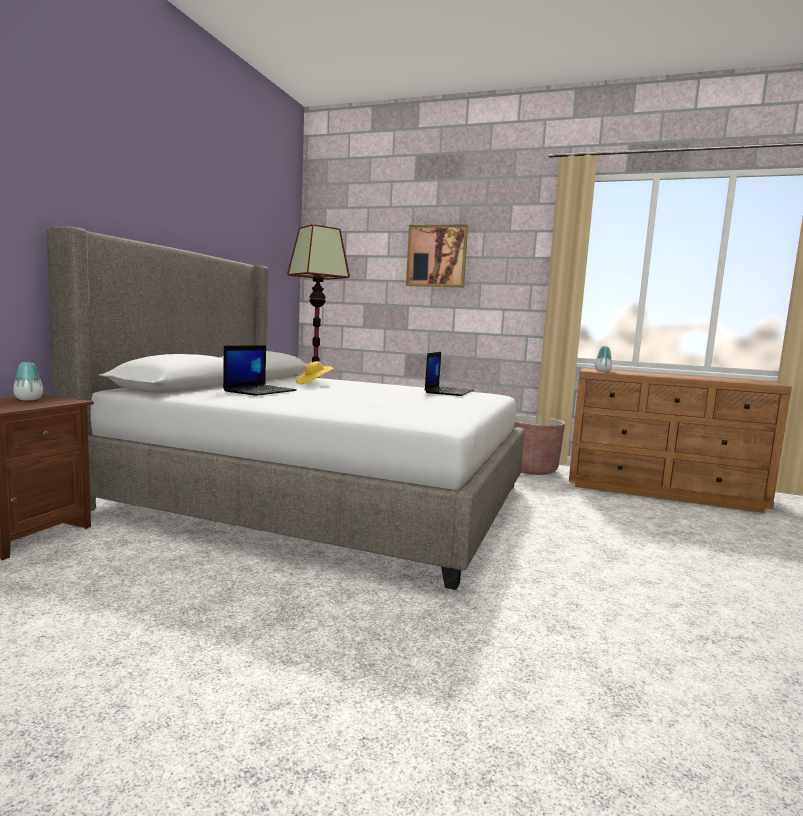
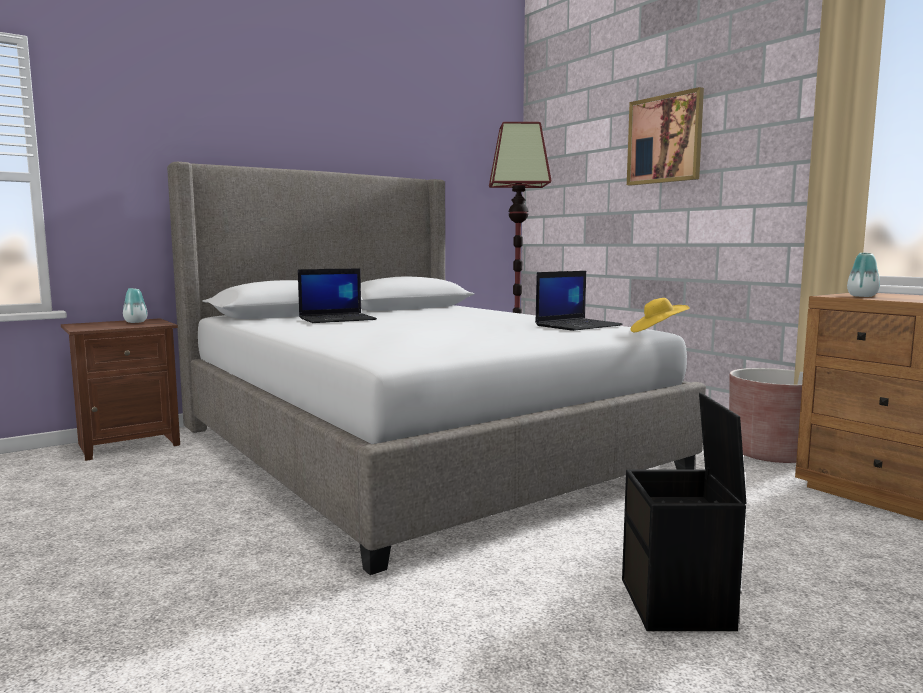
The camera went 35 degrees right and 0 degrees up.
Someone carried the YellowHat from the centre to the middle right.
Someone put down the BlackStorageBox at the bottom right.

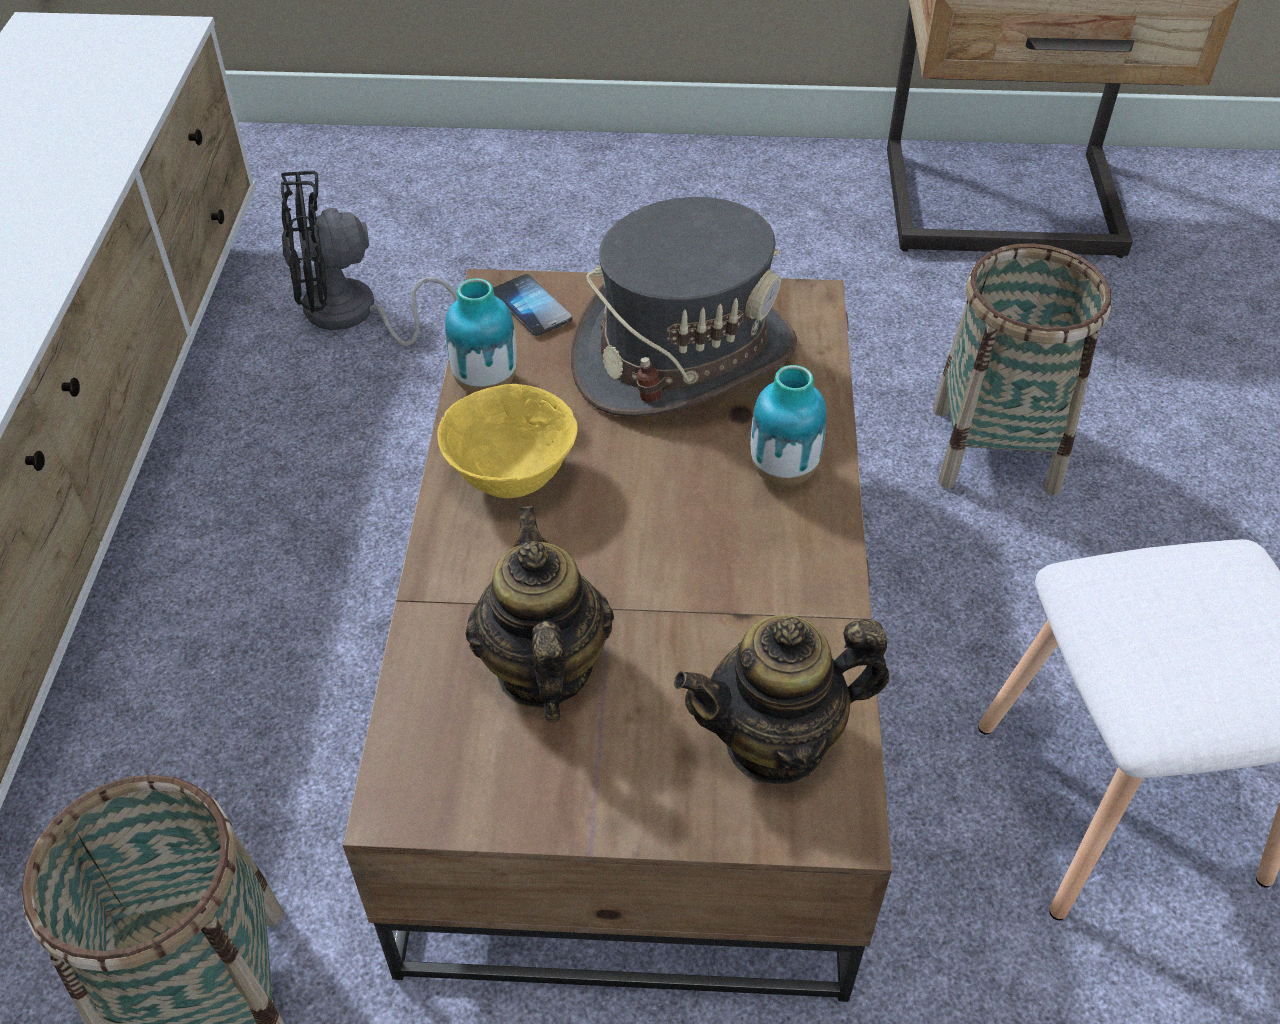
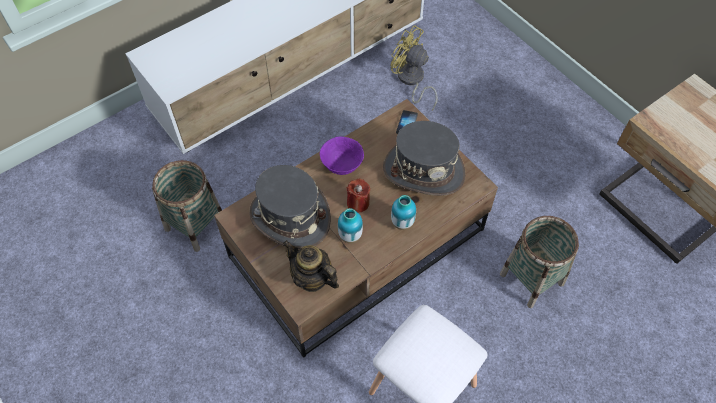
The camera went 50 degrees right and 10 degrees up.
Someone repainted the BlackFan at the top left, which became the YellowFan at the top centre.
Someone repainted the YellowBowl at the centre, which became the PurpleBowl at the centre.
Someone carried the Vase (1st from left) from the top centre to the centre.
Someone swapped the Teapot (1st from left) at the centre for the GreyHat (1st from left) at the centre.
Someone put down the RedCandle at the centre.

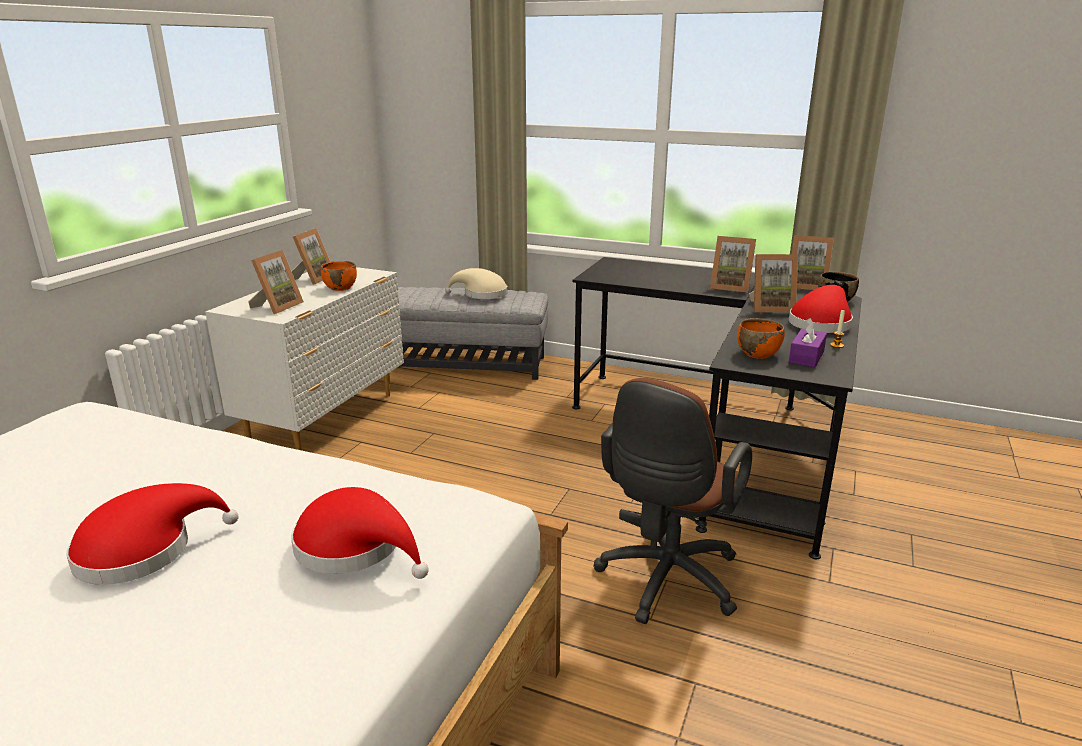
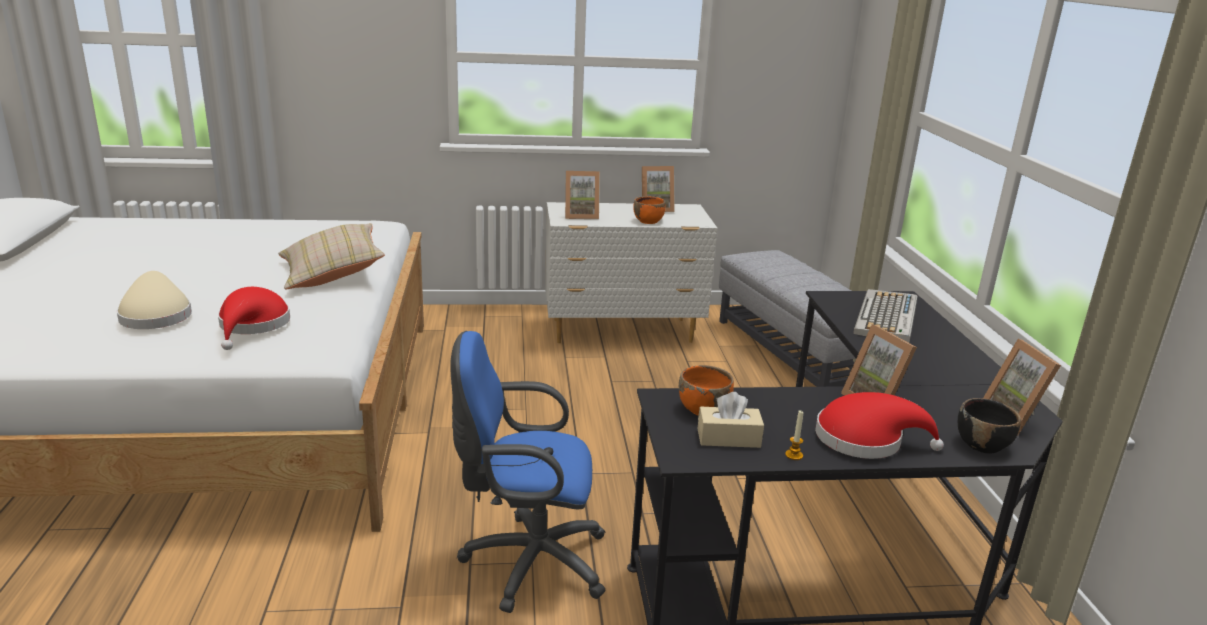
The camera went 60 degrees right and 0 degrees up.
Someone took away the RedHat (1st from left) at the bottom left.
Someone carried the BeigeHat from the centre to the middle left.
Someone repainted the BrownOfficeChair at the bottom centre, which became the BlueOfficeChair at the bottom centre.
Someone took away the PictureFrame (3rd from left) at the middle right.
Someone repainted the PurpleTissueBox at the middle right, which became the BeigeTissueBox at the bottom centre.
Someone put down the BeigePillow at the middle left.
Someone put down the Keyboard at the middle right.

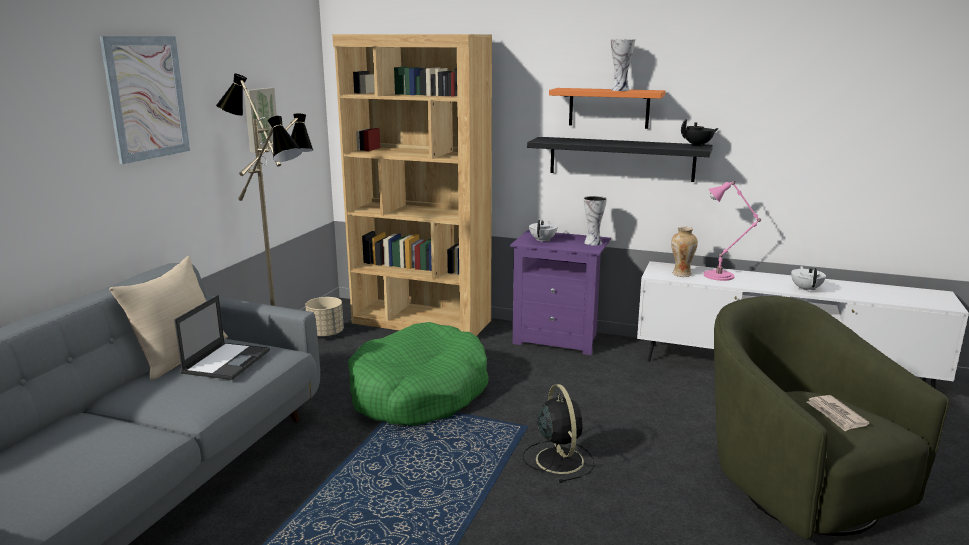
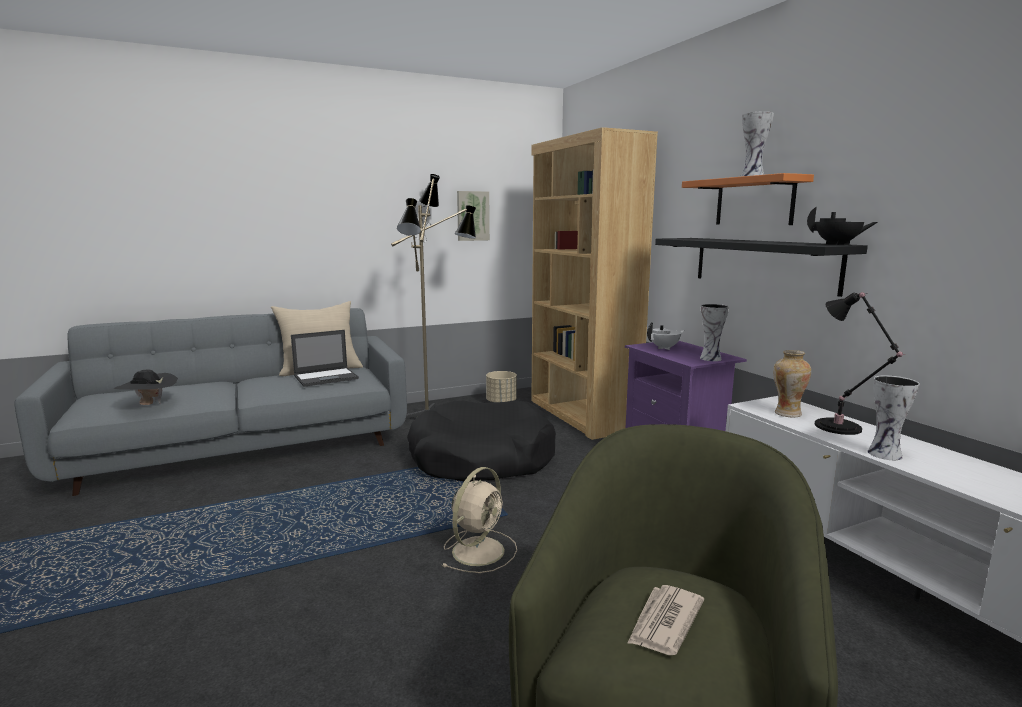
The camera went 45 degrees right and 5 degrees down.
Someone took away the Picture (1st from left) at the top left.
Someone repainted the GreenDogBed at the bottom centre, which became the BlackDogBed at the centre.
Someone repainted the BlackFan at the bottom centre, which became the BeigeFan at the bottom centre.
Someone repainted the PinkTableLamp at the middle right, which became the BlackTableLamp at the middle right.
Someone took away the WhiteTeapot (2nd from left) at the middle right.
Someone put down the BlackHat at the middle left.
Someone put down the Vase (4th from left) at the middle right.

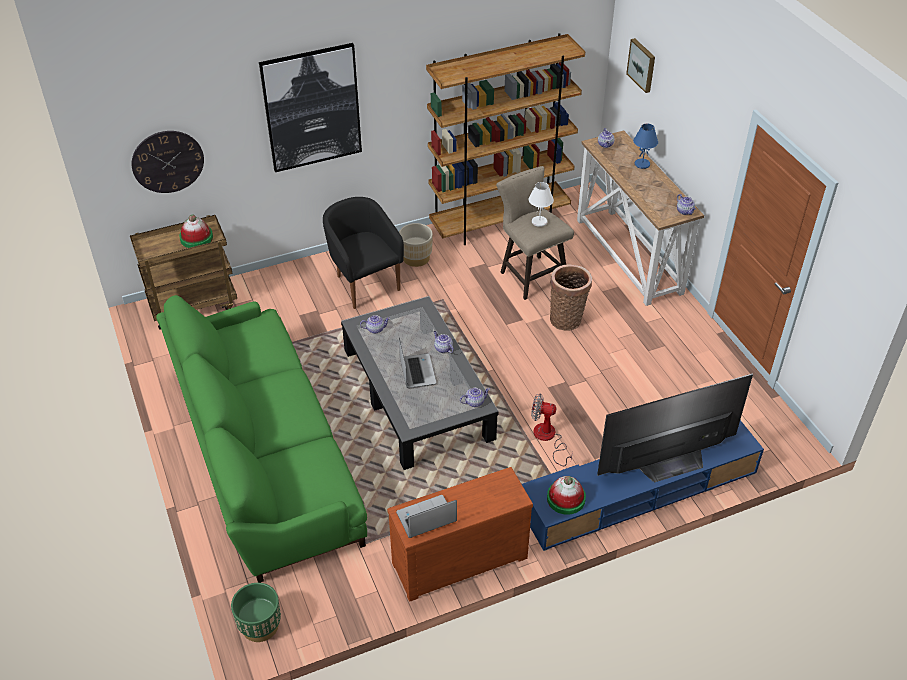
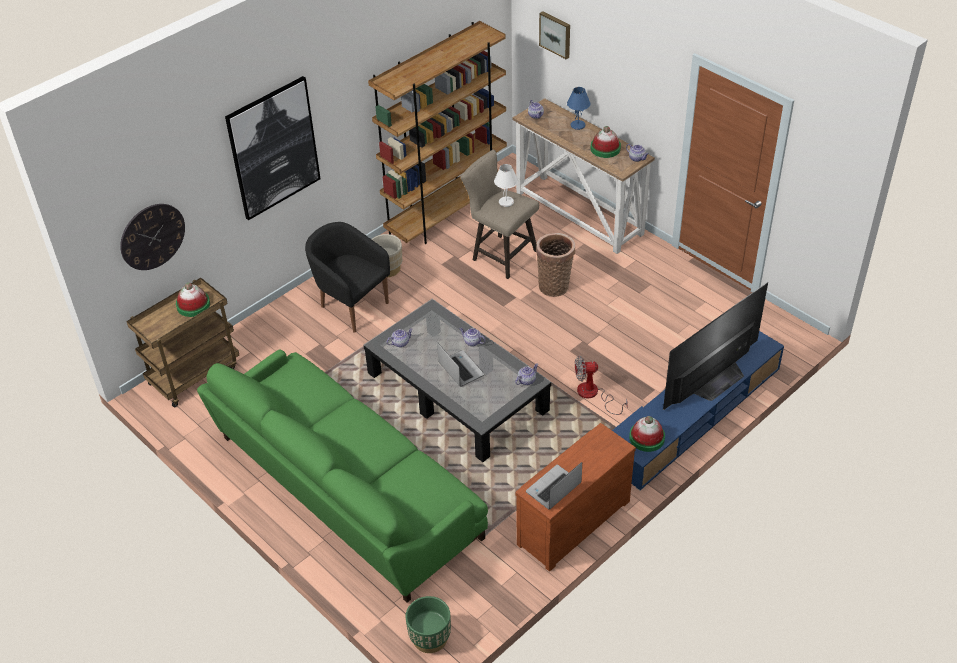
The camera went 20 degrees left and 0 degrees up.
Someone put down the Hat (2nd from left) at the top centre.

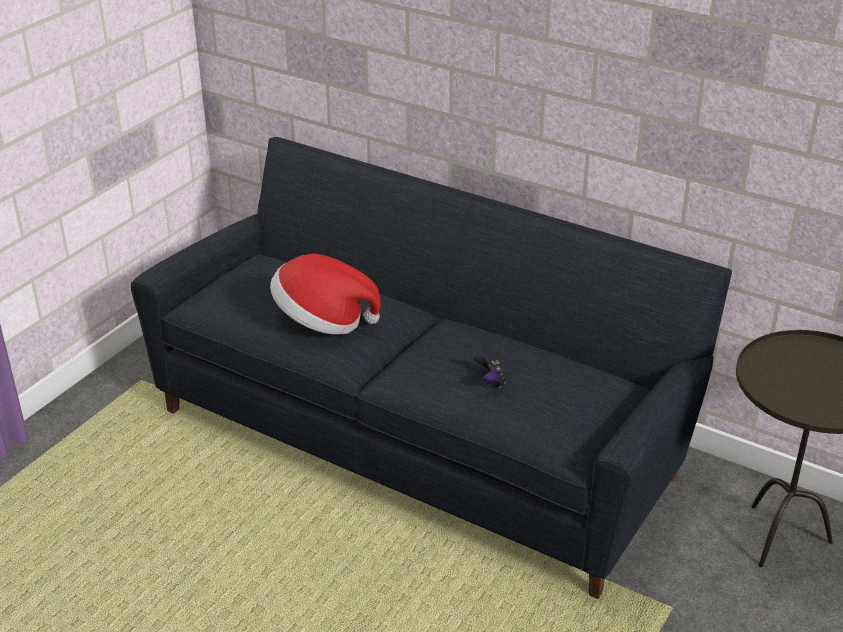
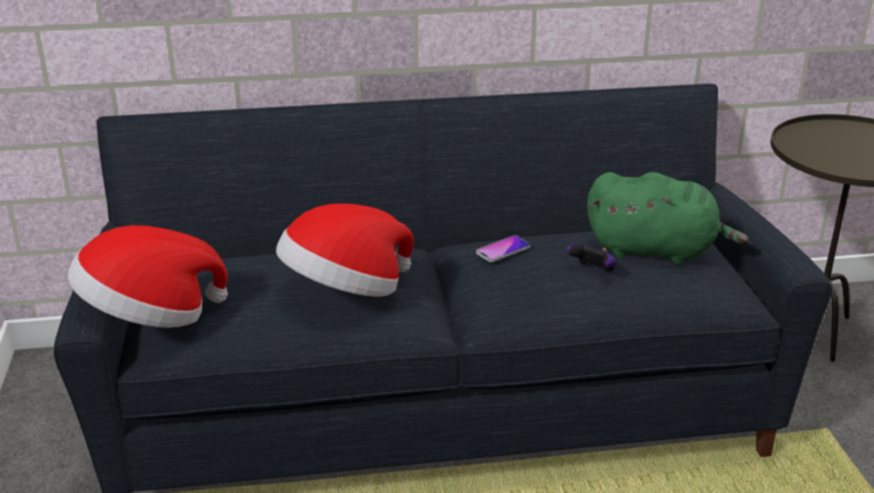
The camera went 40 degrees left and 5 degrees down.
Someone put down the Hat (1st from left) at the middle left.
Someone put down the Phone at the centre.
Someone put down the GreenPlushToy at the middle right.

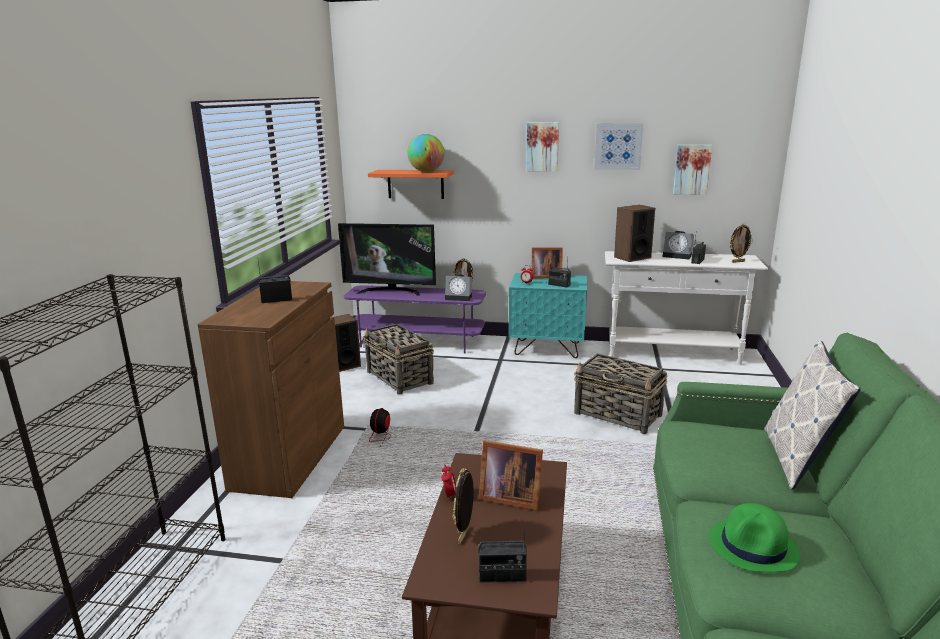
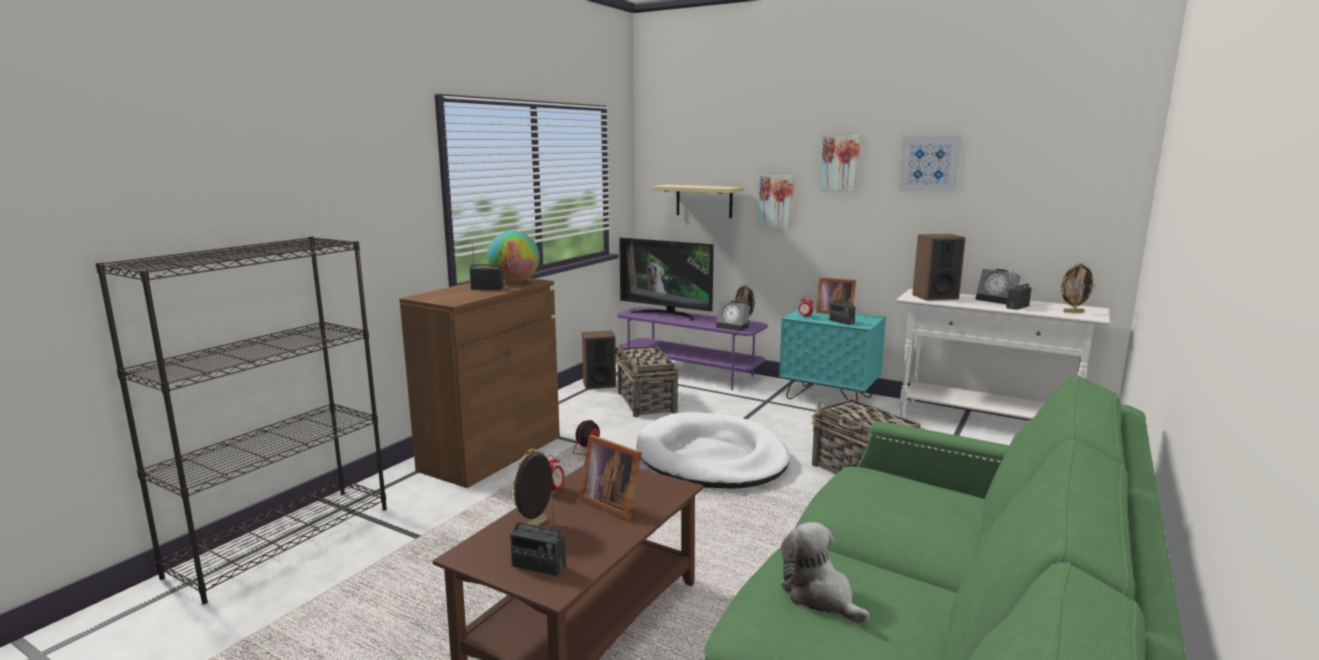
The camera went 20 degrees right and 5 degrees down.
Someone repainted the OrangeShelf at the top centre, which became the BeigeShelf at the top centre.
Someone carried the Globe from the top centre to the centre.
Someone carried the Picture (3rd from left in the first image) from the top right to the top centre.
Someone swapped the GreenHat at the bottom right for the PlushToy at the bottom centre.
Someone took away the Pillow at the middle right.
Someone put down the WhiteDogBed at the bottom centre.

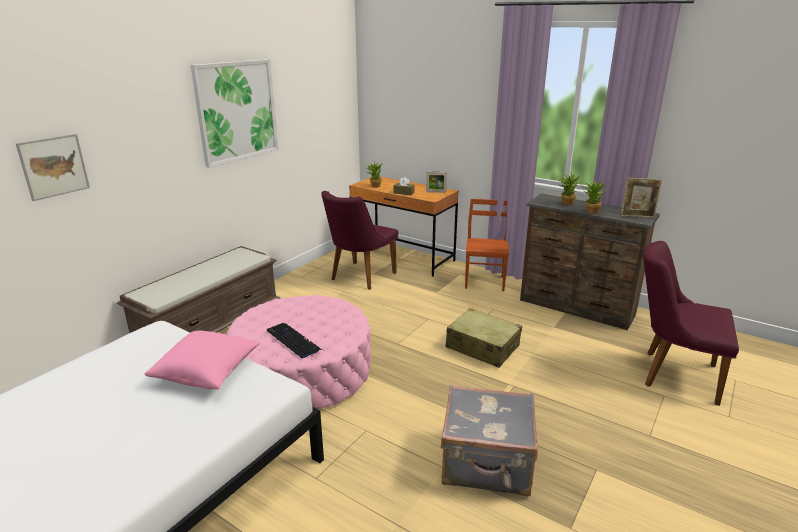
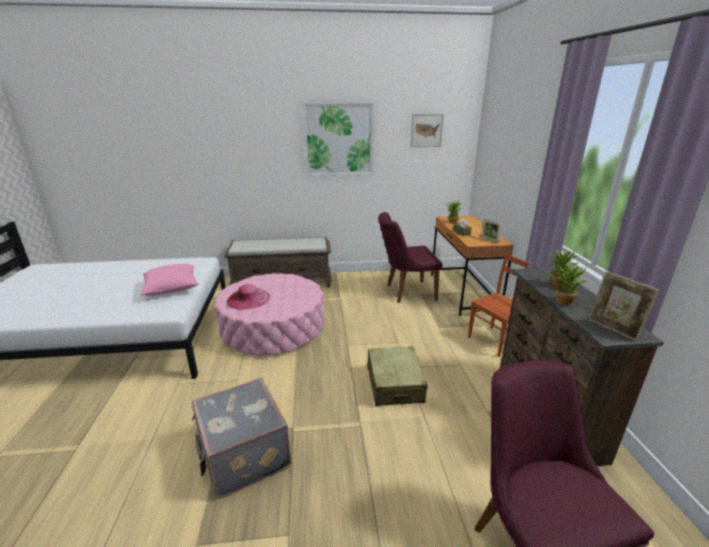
The camera went 50 degrees right and 0 degrees up.
Someone carried the Picture (1st from left in the first image) from the top left to the top centre.
Someone swapped the Keyboard at the centre for the PinkHat at the centre.

